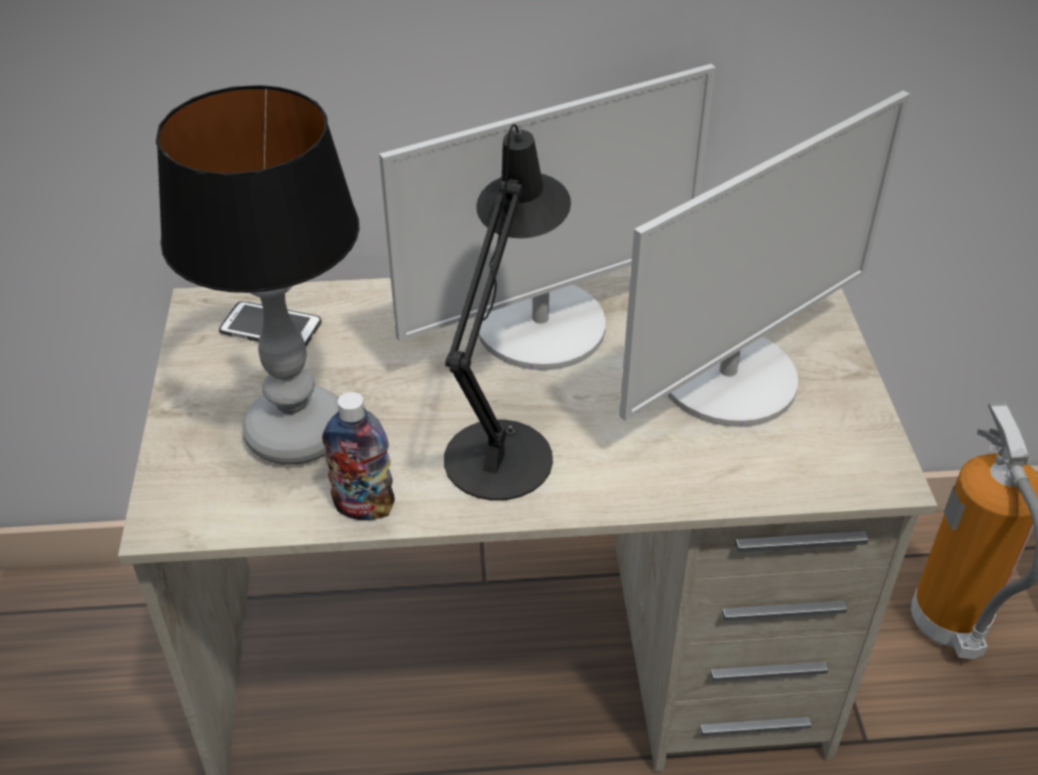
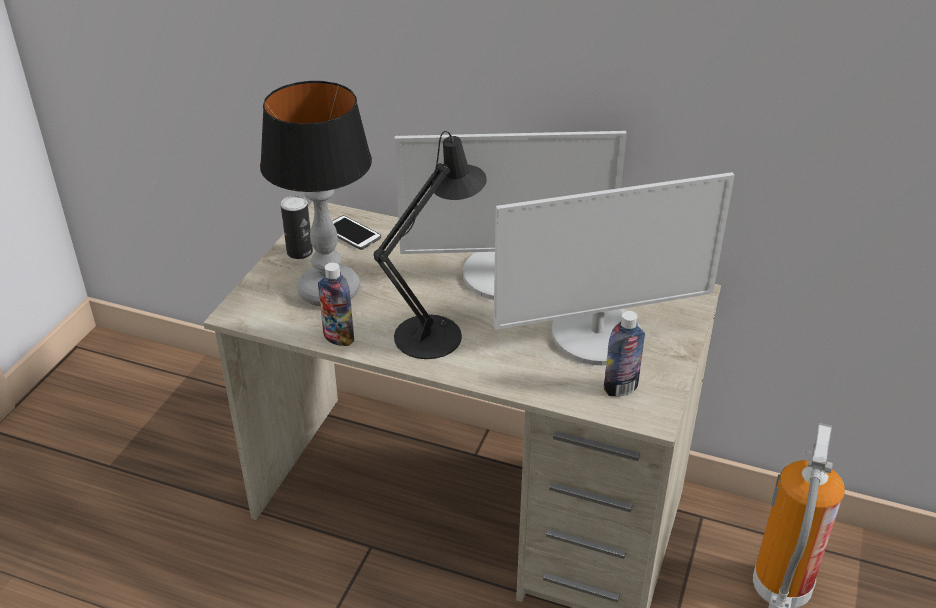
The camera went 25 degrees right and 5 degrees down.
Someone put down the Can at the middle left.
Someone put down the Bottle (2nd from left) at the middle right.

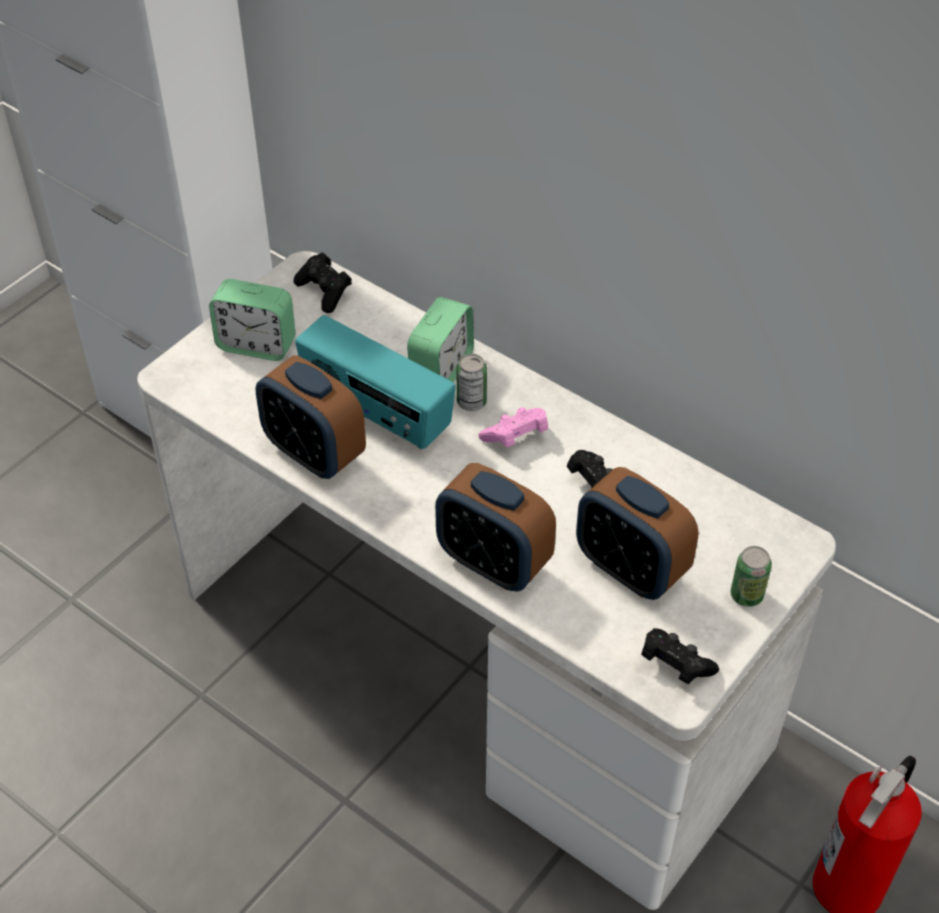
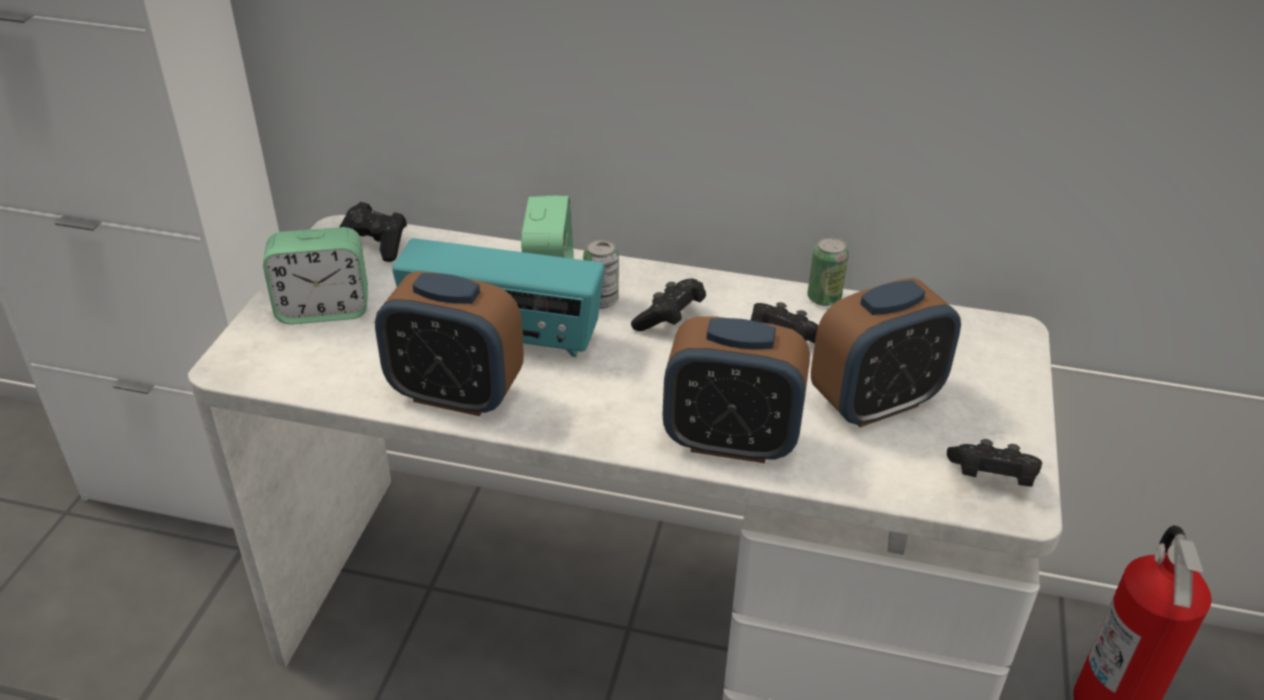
The camera went 25 degrees left and 10 degrees down.
Someone repainted the PinkGameController at the centre, which became the BlackGameController (2nd from left) at the centre.
Someone rotated the AlarmClock (5th from left) at the middle right by 45 degrees counterclockwise.
Someone carried the Can (2nd from left) from the middle right to the centre.

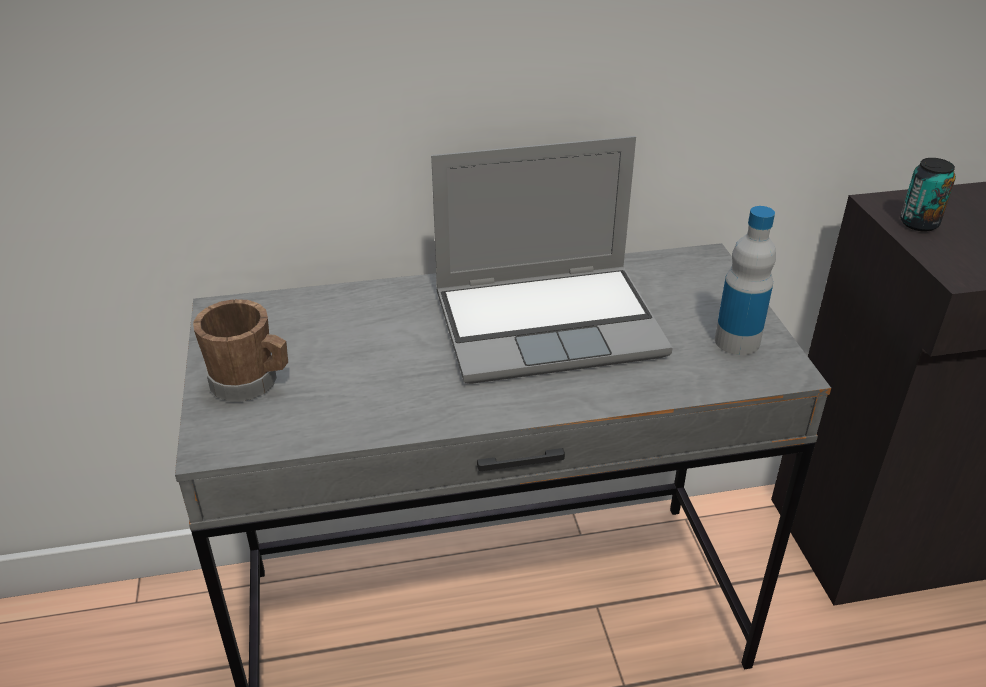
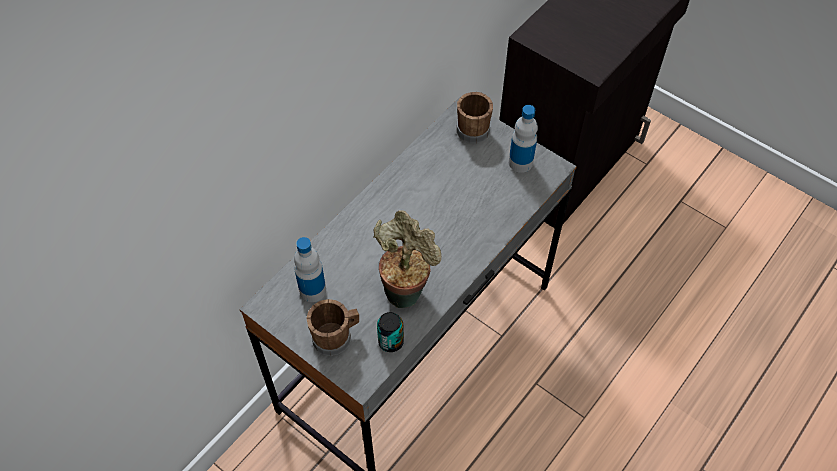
The camera went 40 degrees left and 20 degrees up.
Someone took away the Laptop at the centre.
Someone carried the Can from the top right to the bottom centre.
Someone put down the Bottle (1st from left) at the centre.
Someone put down the PottedPlant at the centre.
Someone put down the BrownMug (2nd from left) at the top centre.

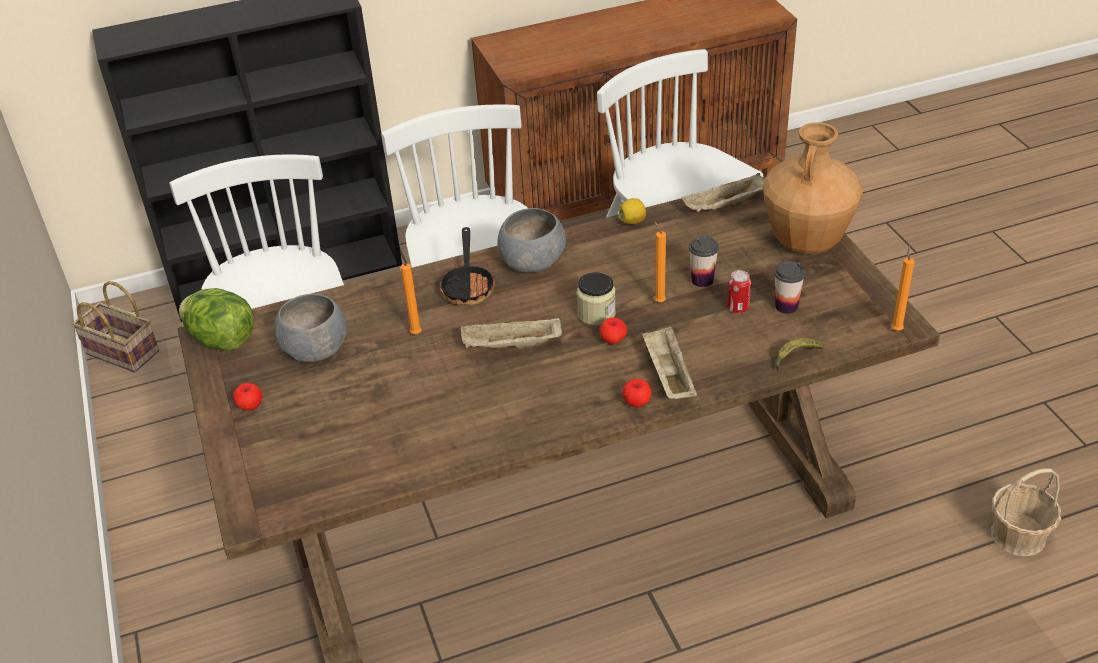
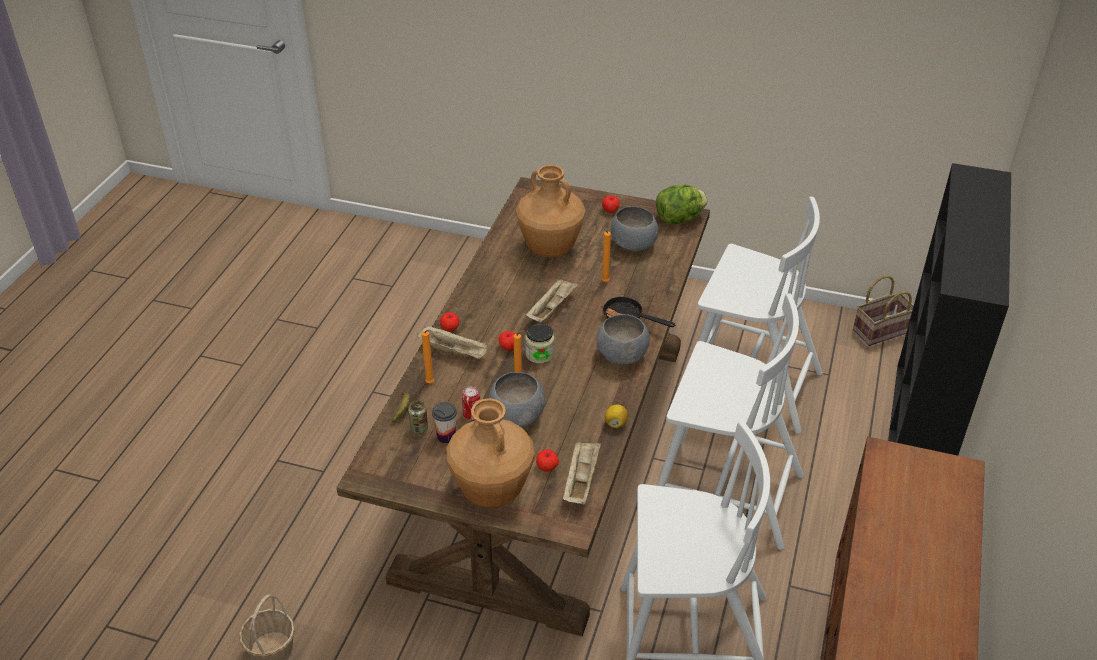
The camera went 125 degrees right and 0 degrees up.
Someone swapped the Cup (1st from left) at the centre for the GreyBowl (1st from left) at the centre.
Someone carried the OrangeCandle (3rd from left in the first image) from the middle right to the centre.
Someone put down the Can (1st from left) at the centre.
Someone put down the BrownVase (2nd from left) at the top centre.
Someone put down the Apple (3rd from left) at the bottom centre.

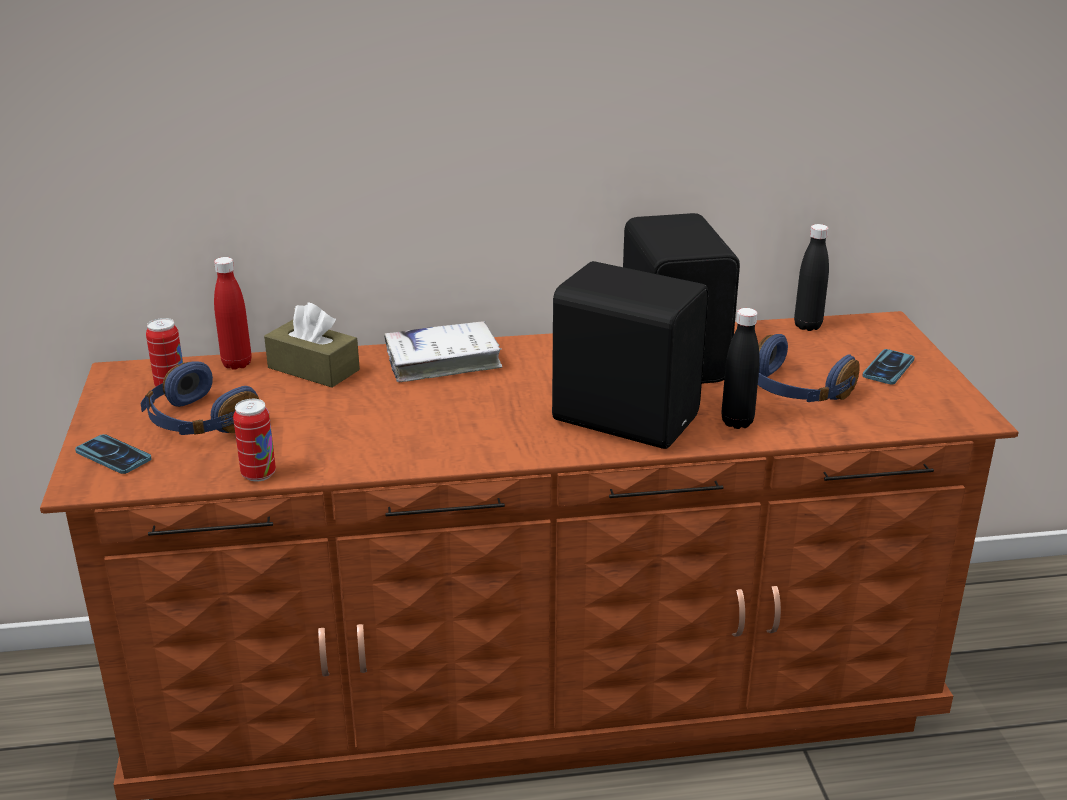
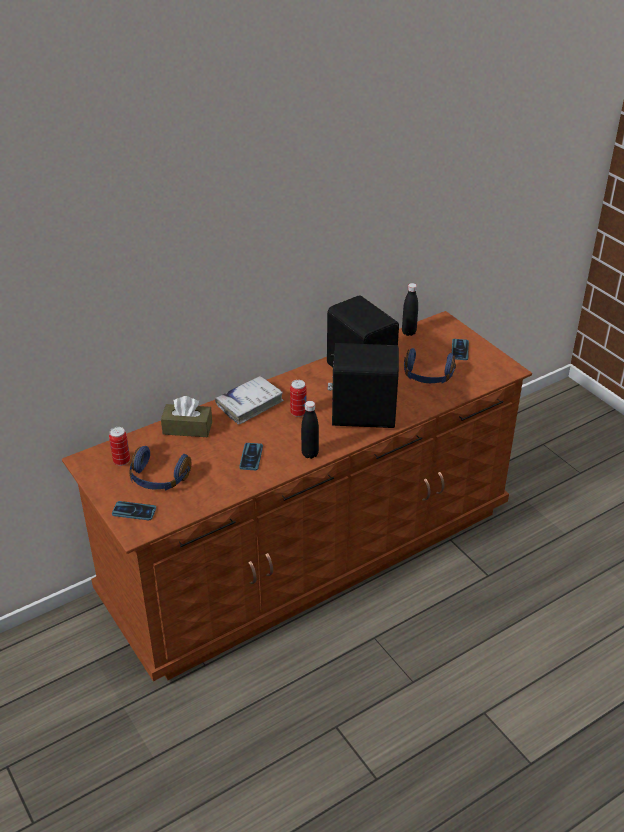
The camera went 25 degrees left and 10 degrees up.
Someone took away the RedBottle at the middle left.
Someone carried the Can (2nd from left) from the middle left to the centre.
Someone carried the BlackBottle (1st from left) from the middle right to the centre.
Someone put down the Phone (2nd from left) at the centre.

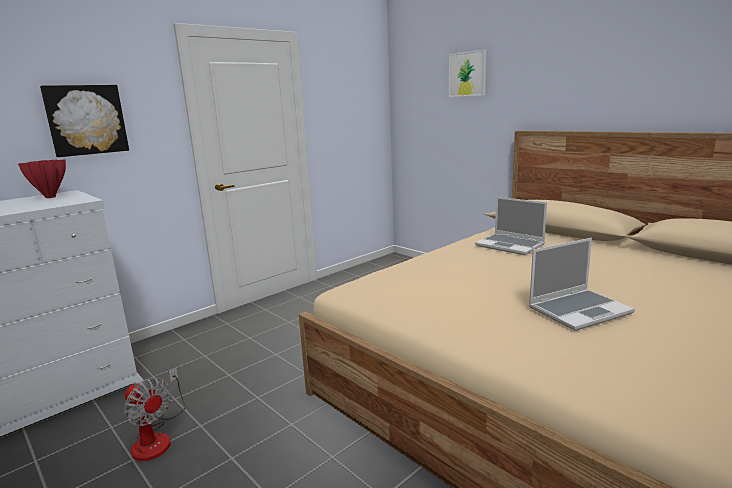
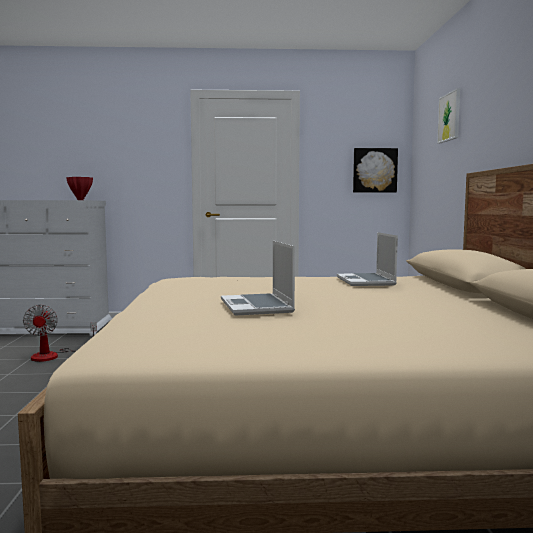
The camera went 40 degrees right and 10 degrees down.
Someone carried the Picture (1st from left) from the top left to the top right.
Someone rotated the Laptop (2nd from left in the first image) at the middle right by 60 degrees clockwise.

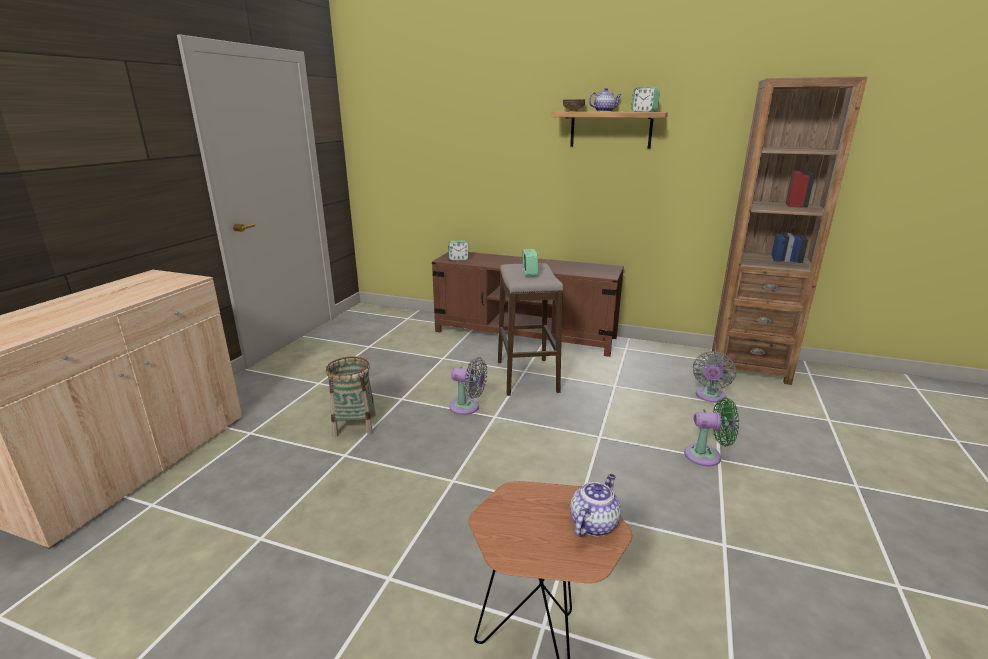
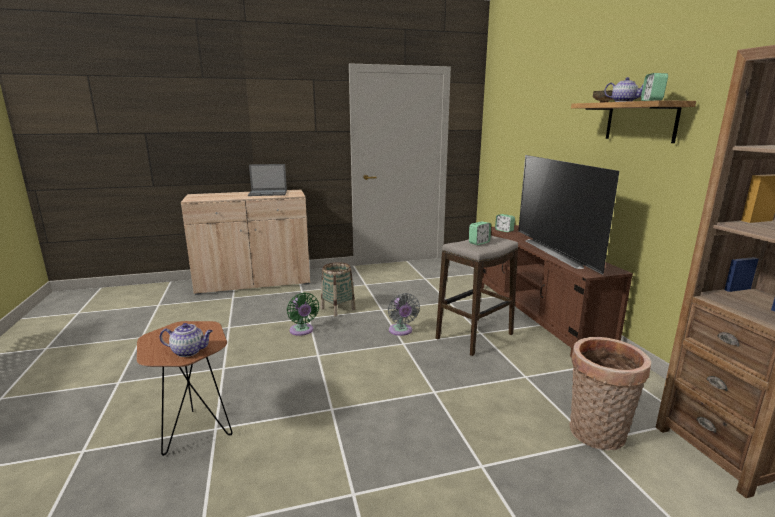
The camera went 55 degrees right and 5 degrees down.
Someone carried the GreenFan from the middle right to the centre.
Someone swapped the GreyFan (2nd from left) at the middle right for the Basket (2nd from left) at the bottom right.
Someone put down the Laptop at the centre.
Someone put down the Television at the middle right.

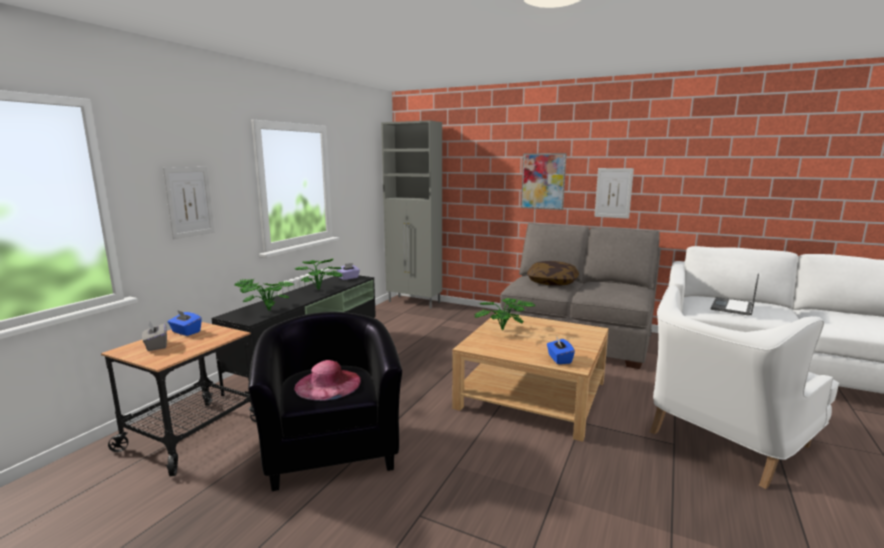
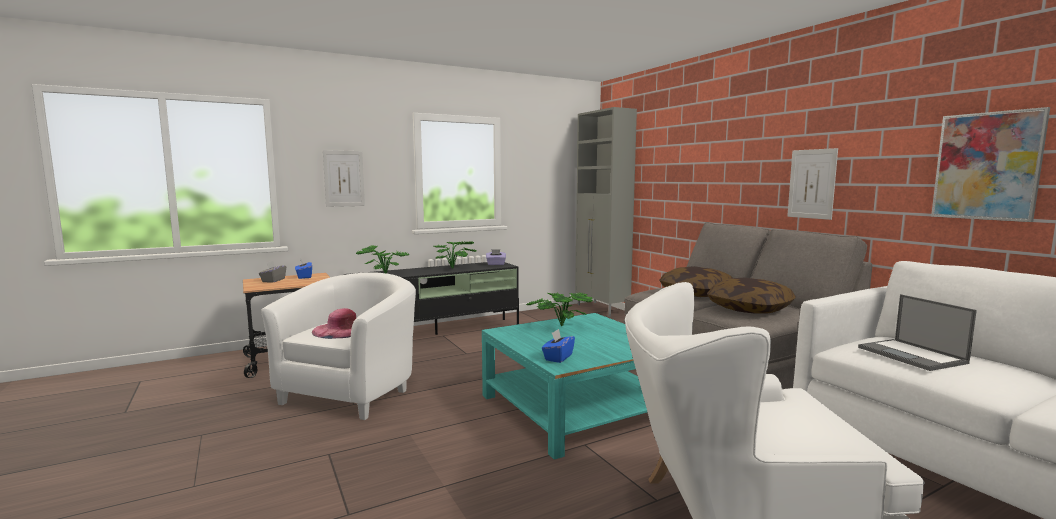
The camera went 35 degrees right and 5 degrees down.
Someone repainted the BlackArmchair at the bottom centre, which became the WhiteArmchair (1st from left) at the bottom left.
Someone repainted the BeigeCoffeeTable at the bottom centre, which became the TurquoiseCoffeeTable at the bottom centre.
Someone carried the Picture (2nd from left in the first image) from the top centre to the top right.
Someone rotated the Laptop at the middle right by 90 degrees counterclockwise.
Someone put down the Pillow (2nd from left) at the middle right.

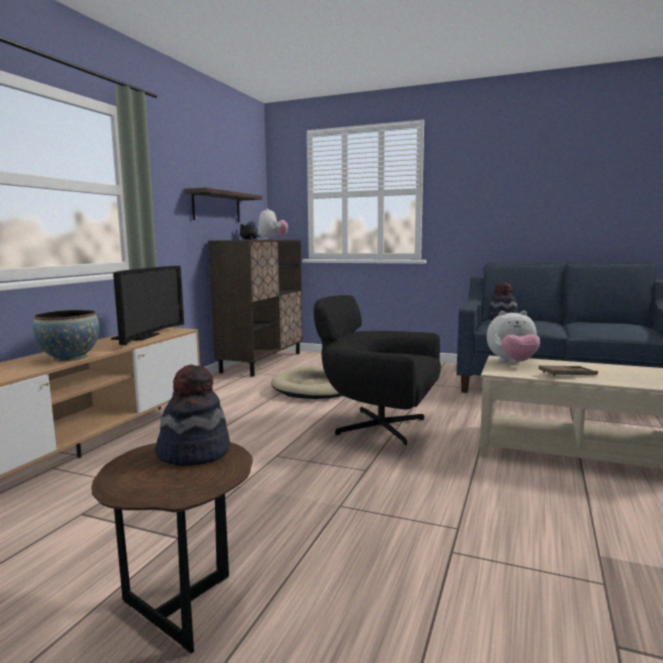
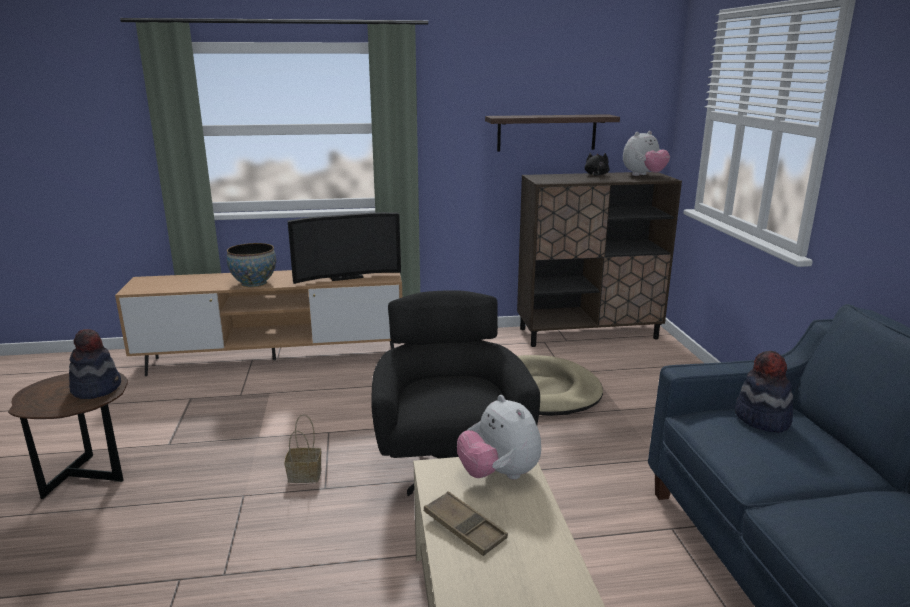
The camera went 60 degrees right and 10 degrees up.
Someone put down the Basket at the bottom left.

